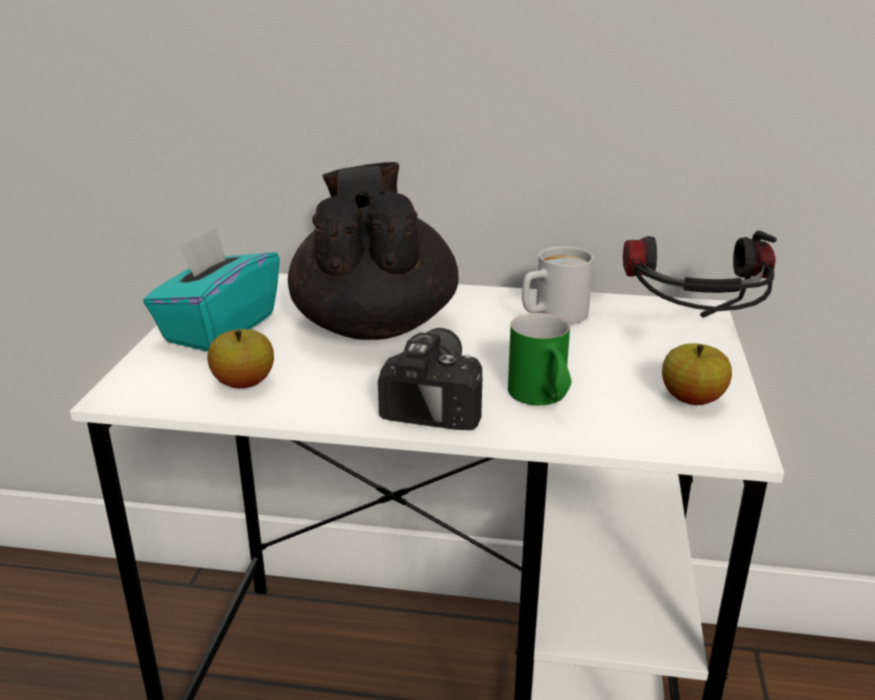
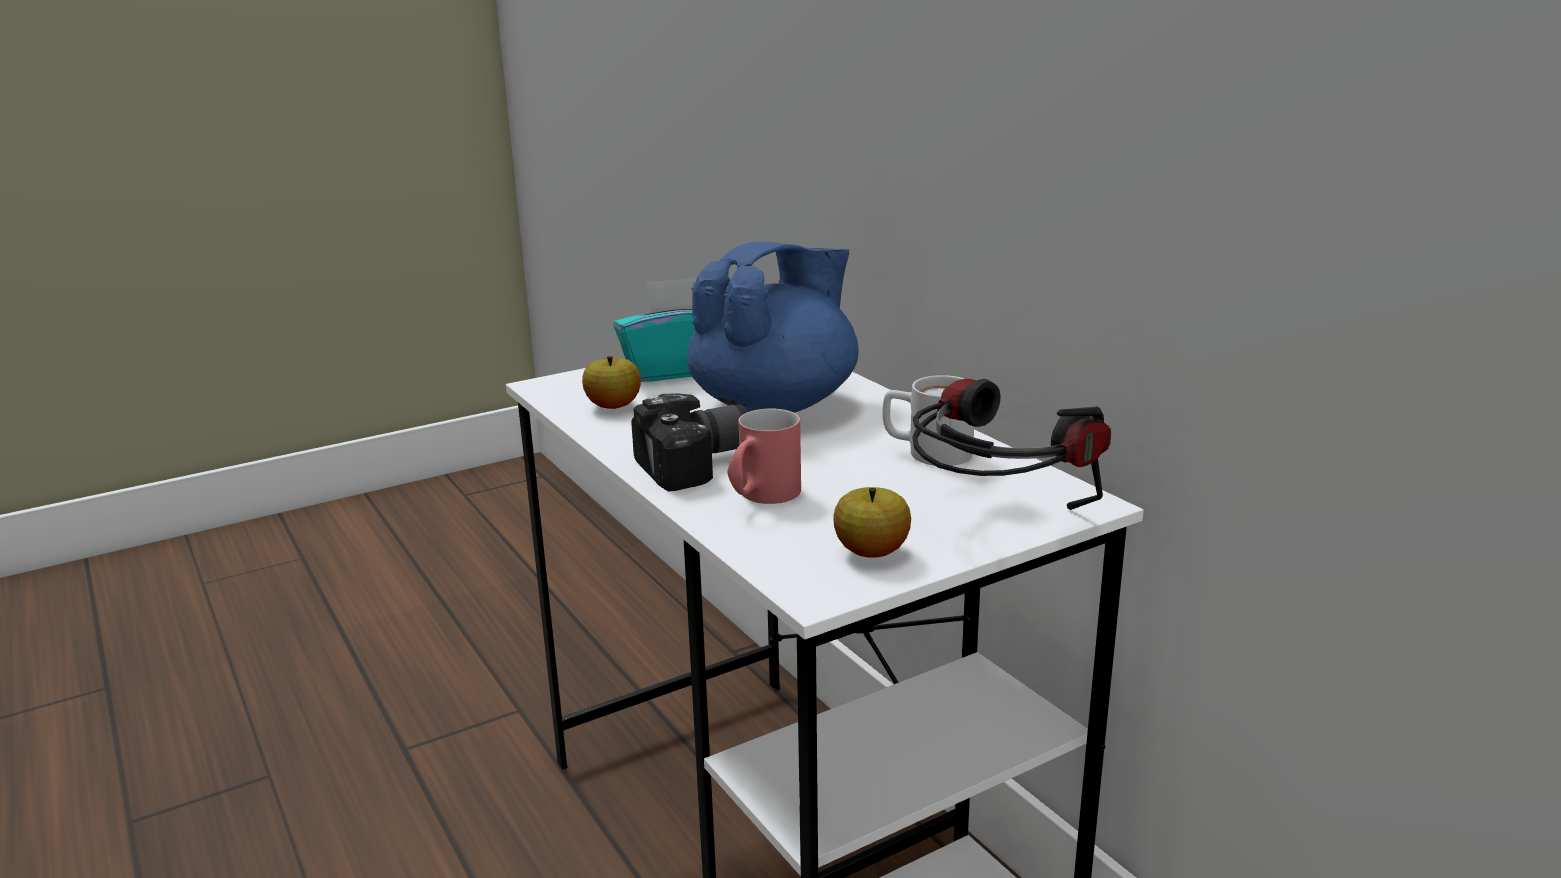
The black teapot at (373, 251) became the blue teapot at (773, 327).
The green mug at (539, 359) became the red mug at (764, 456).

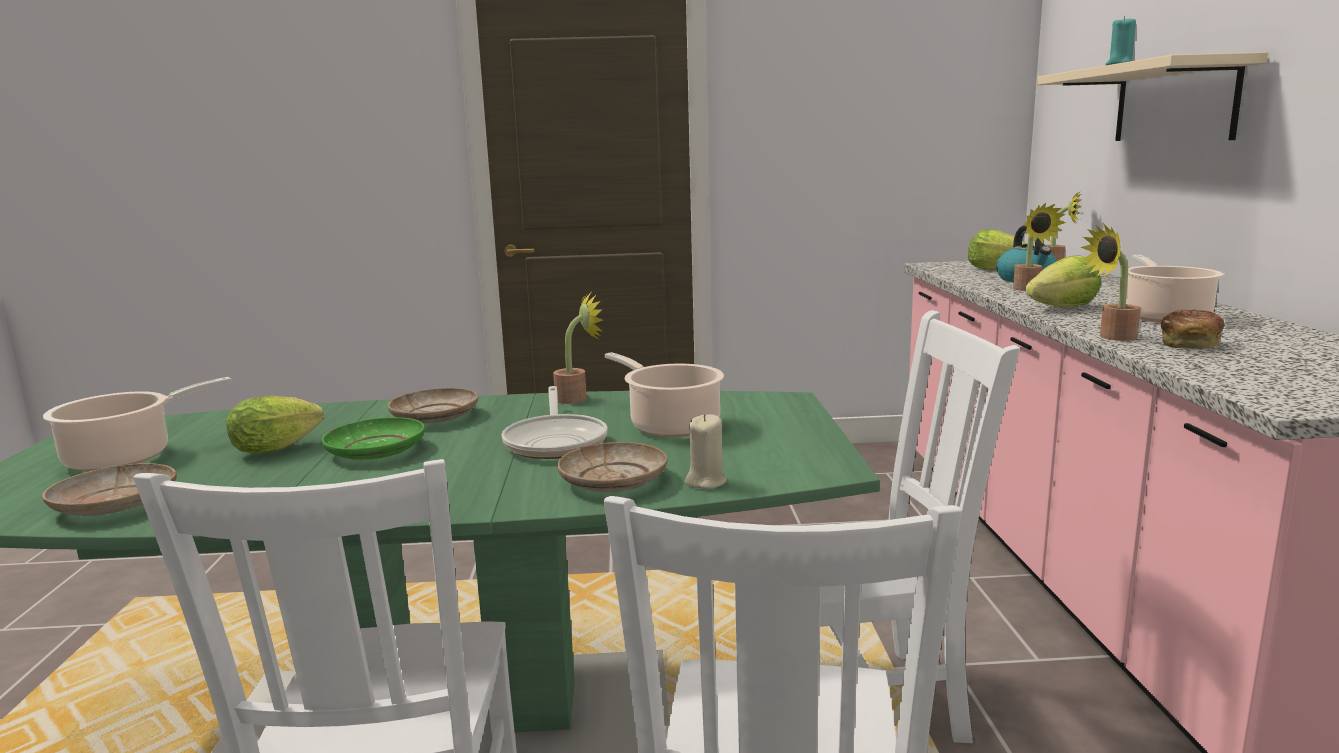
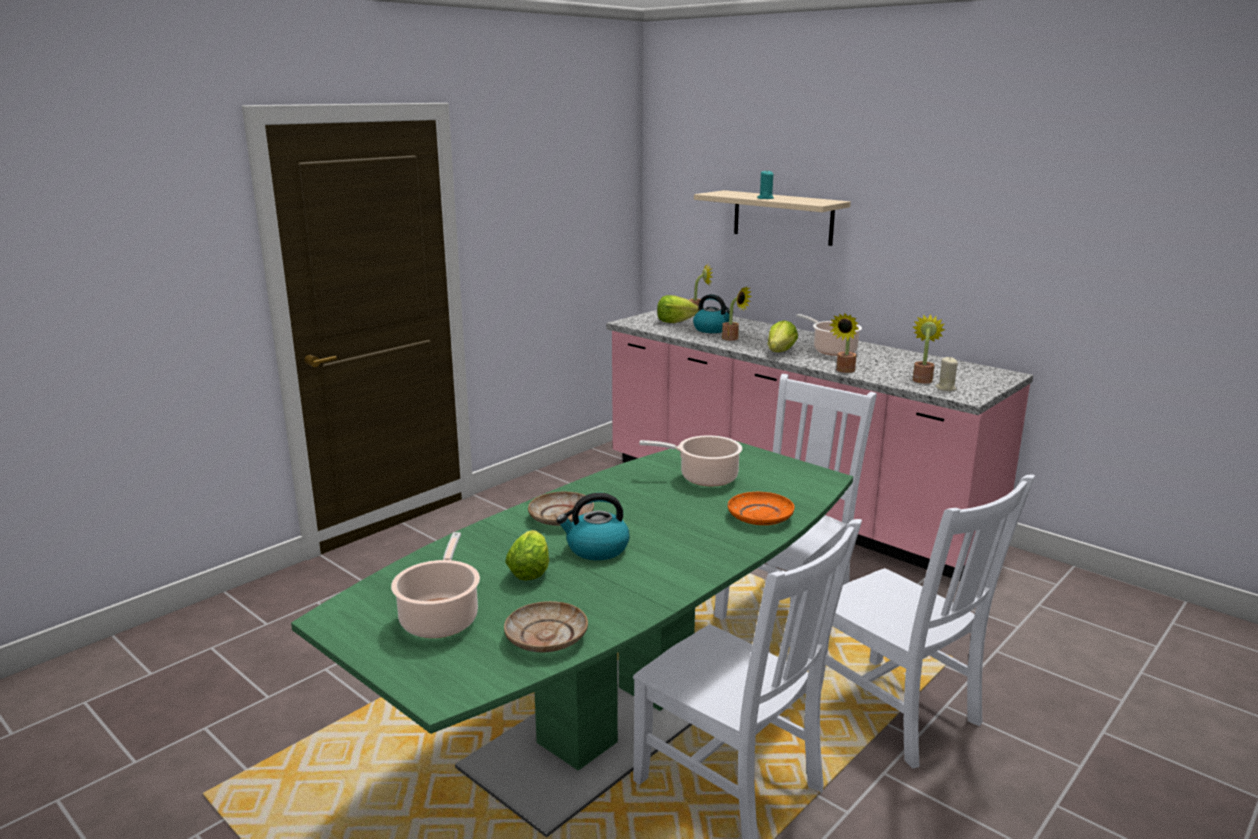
The green plate at (373, 438) was replaced by the kettle at (593, 526).
The beige plate at (612, 467) became the orange plate at (761, 508).
The potted plant moved from (578, 348) to (929, 348).
The beige candle moved from (706, 451) to (946, 374).
The frying pan at (554, 422) disappeared.
The bread at (1193, 329) disappeared.

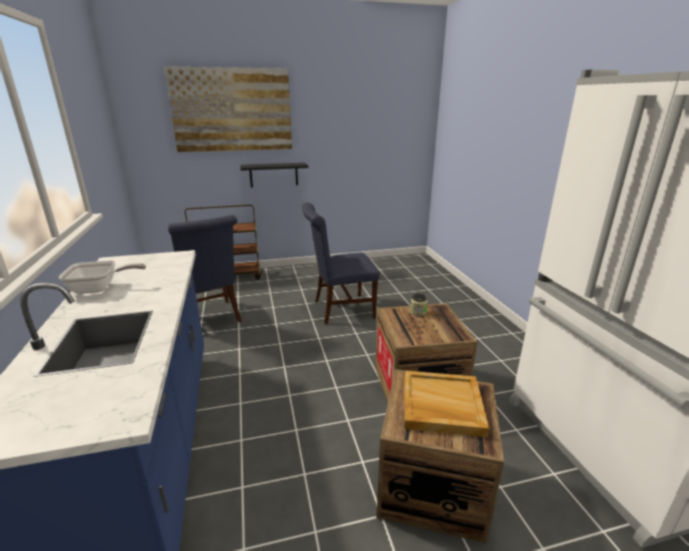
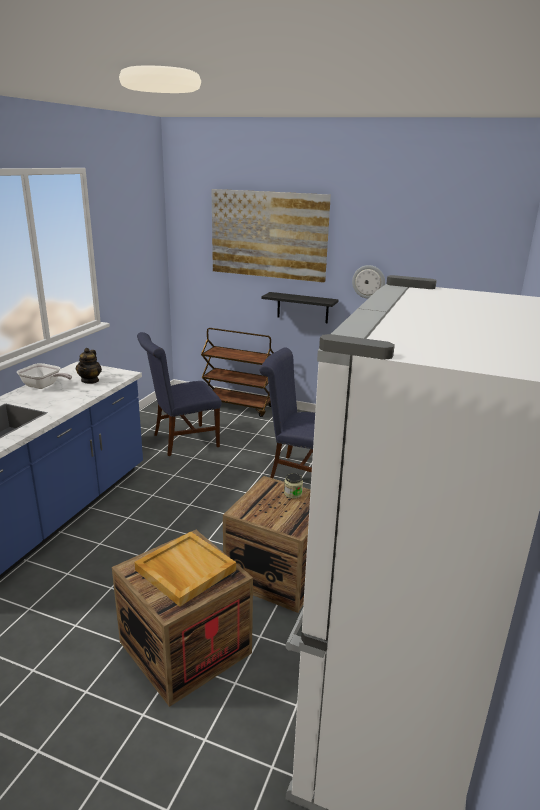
The teapot at (89, 366) appeared.
The blue chair at (205, 268) turned 60 degrees clockwise.
The wall clock at (368, 282) appeared.

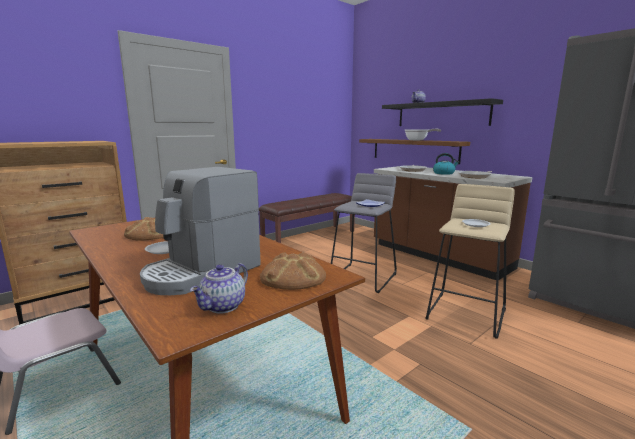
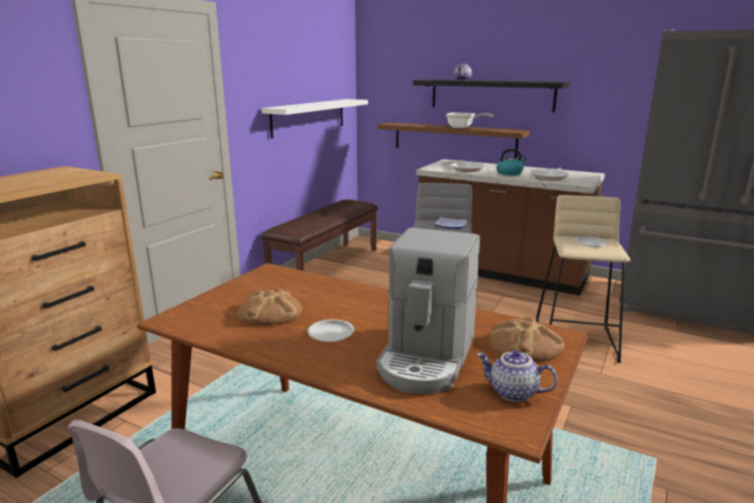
The white shelf at (314, 118) appeared.
The teapot at (219, 288) turned 105 degrees clockwise.

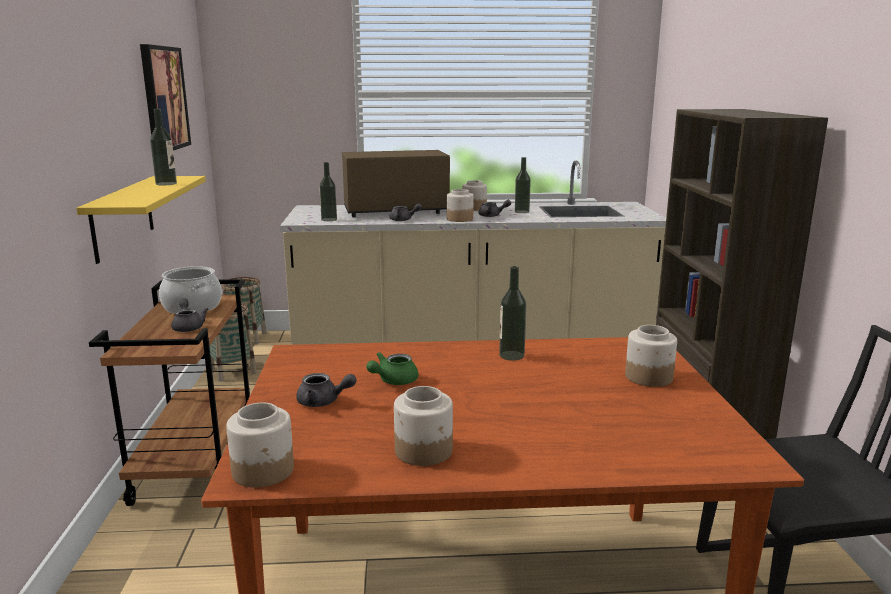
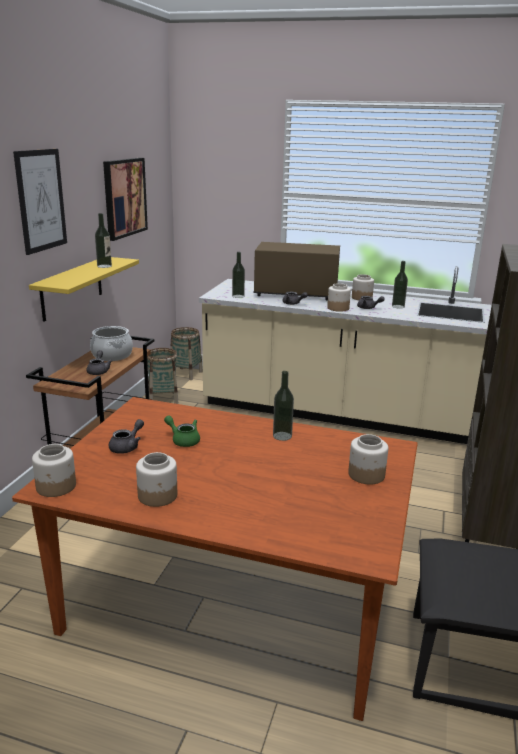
The picture at (40, 202) appeared.
The grey teapot at (326, 390) turned 90 degrees counterclockwise.
The green teapot at (392, 368) turned 60 degrees clockwise.

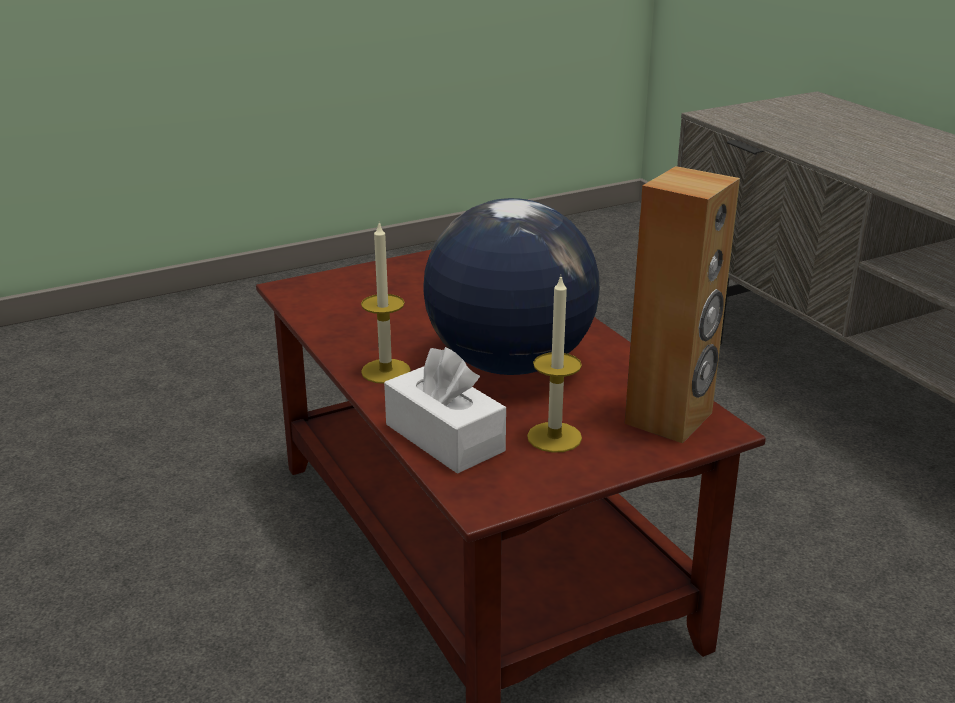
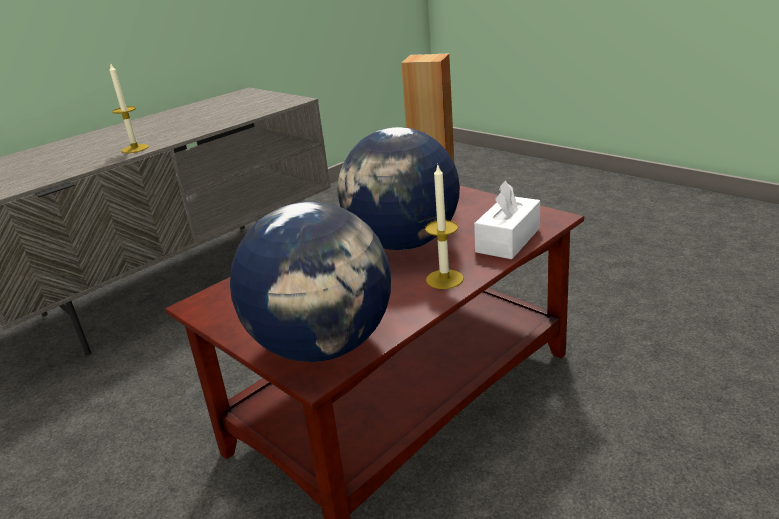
The candle moved from (554, 365) to (129, 108).
The globe at (310, 281) appeared.

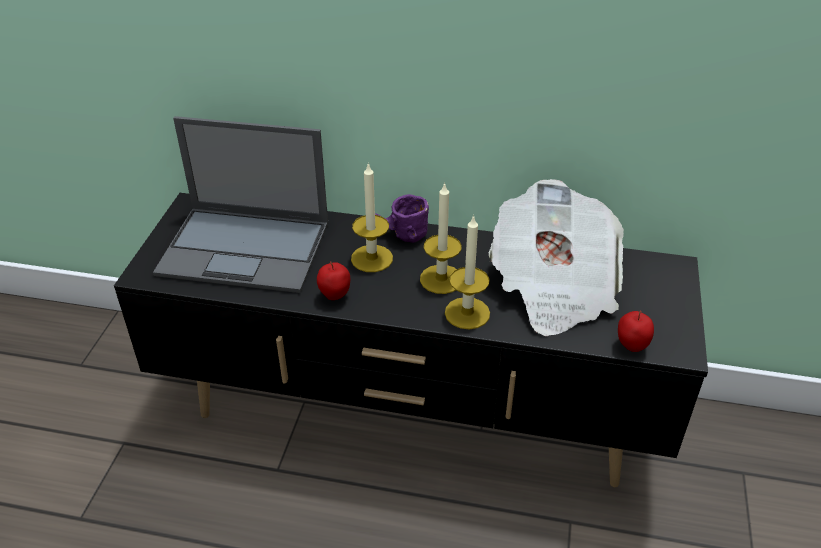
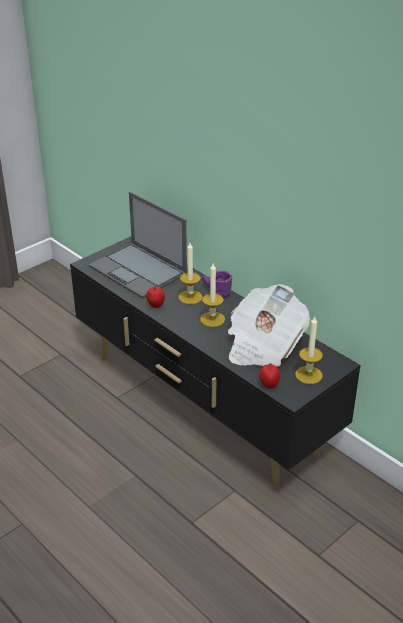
The candle moved from (467, 272) to (309, 350).

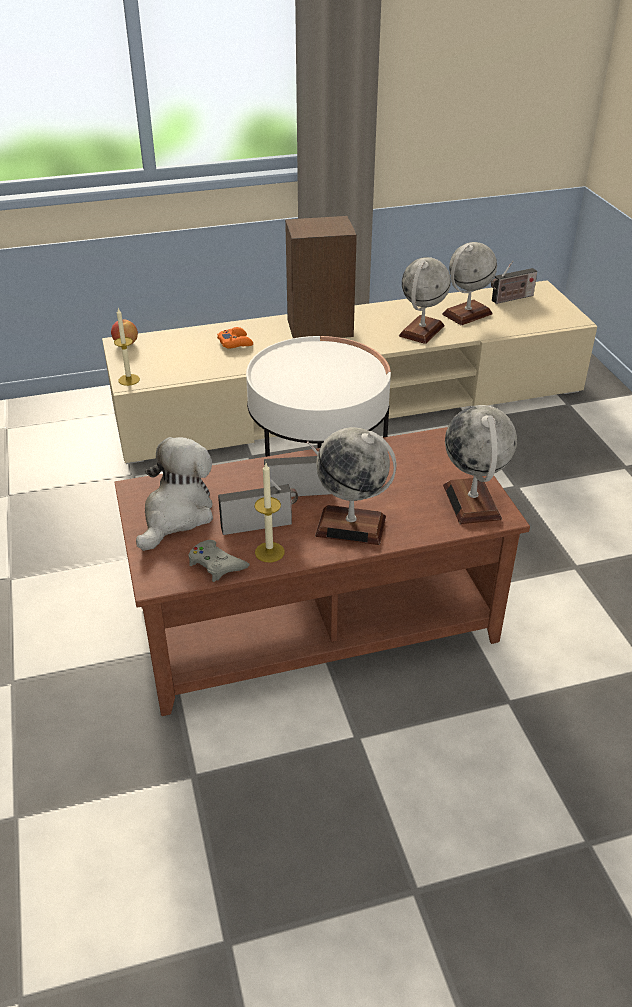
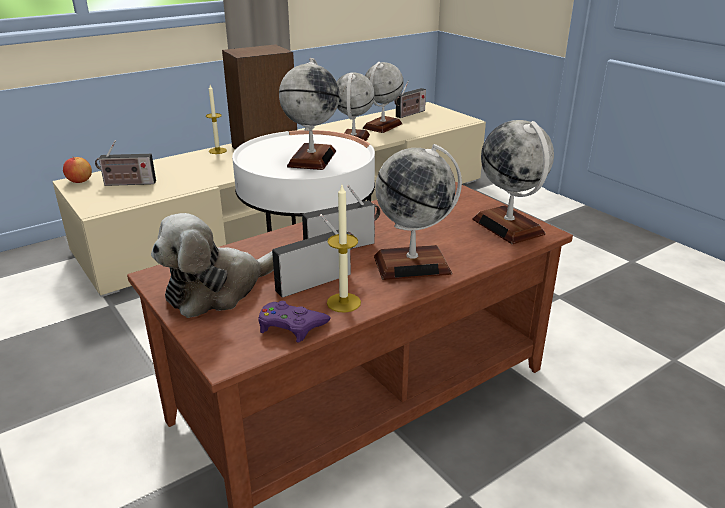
The radio at (125, 163) appeared.
The plush toy at (174, 494) turned 135 degrees counterclockwise.
The candle moved from (127, 347) to (216, 119).
The grey game controller at (219, 561) became the purple game controller at (294, 322).
The globe at (309, 114) appeared.
The orange game controller at (235, 338) disappeared.

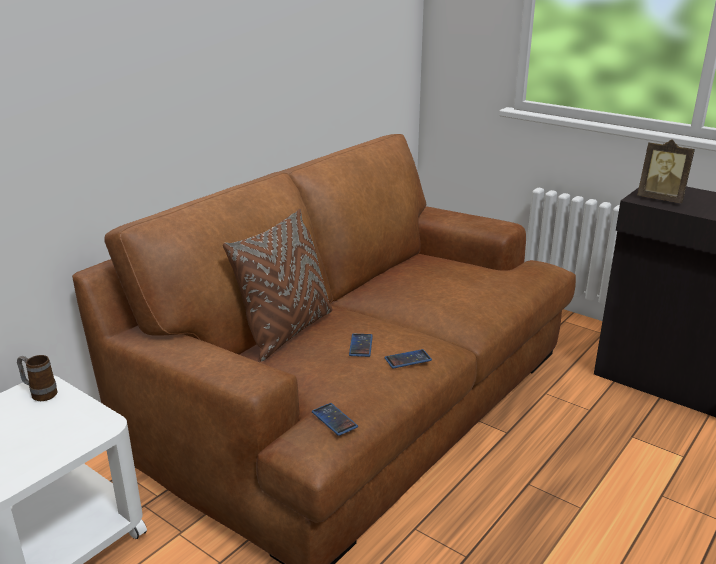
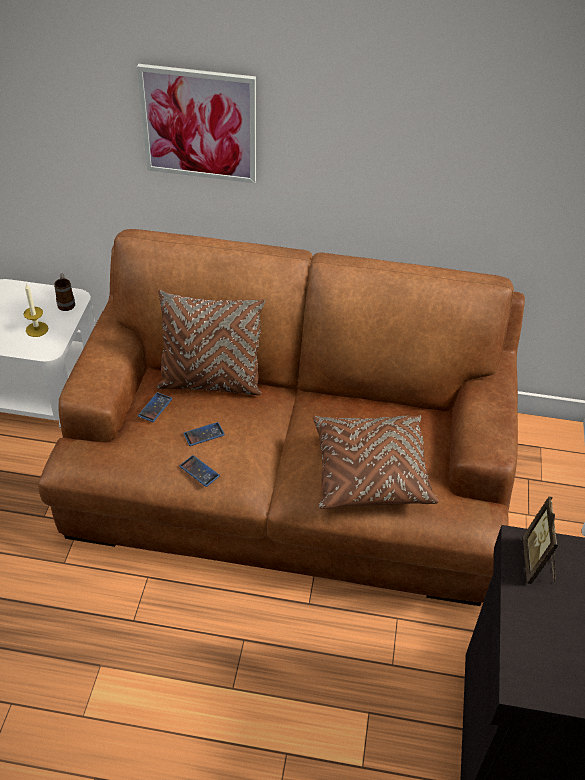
The candle at (35, 310) appeared.
The picture at (196, 123) appeared.
The phone moved from (335, 419) to (155, 407).
The brown pillow at (376, 462) appeared.

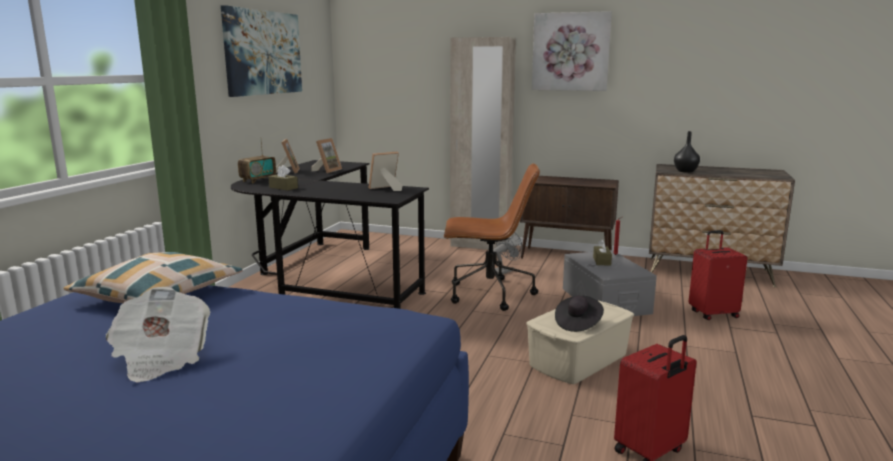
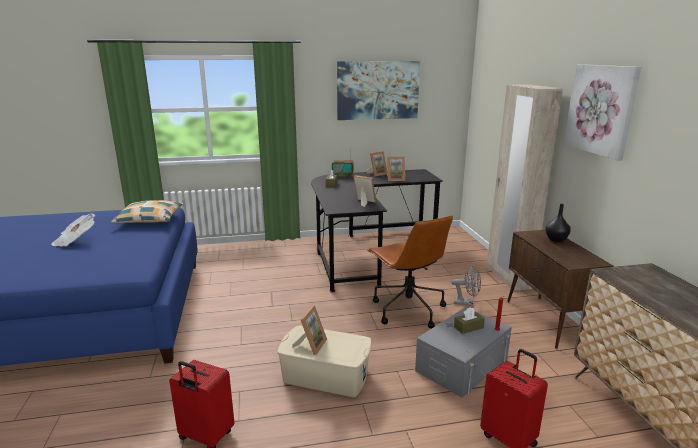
The black hat at (579, 314) was replaced by the picture frame at (309, 330).
The black vase moved from (687, 152) to (558, 223).

